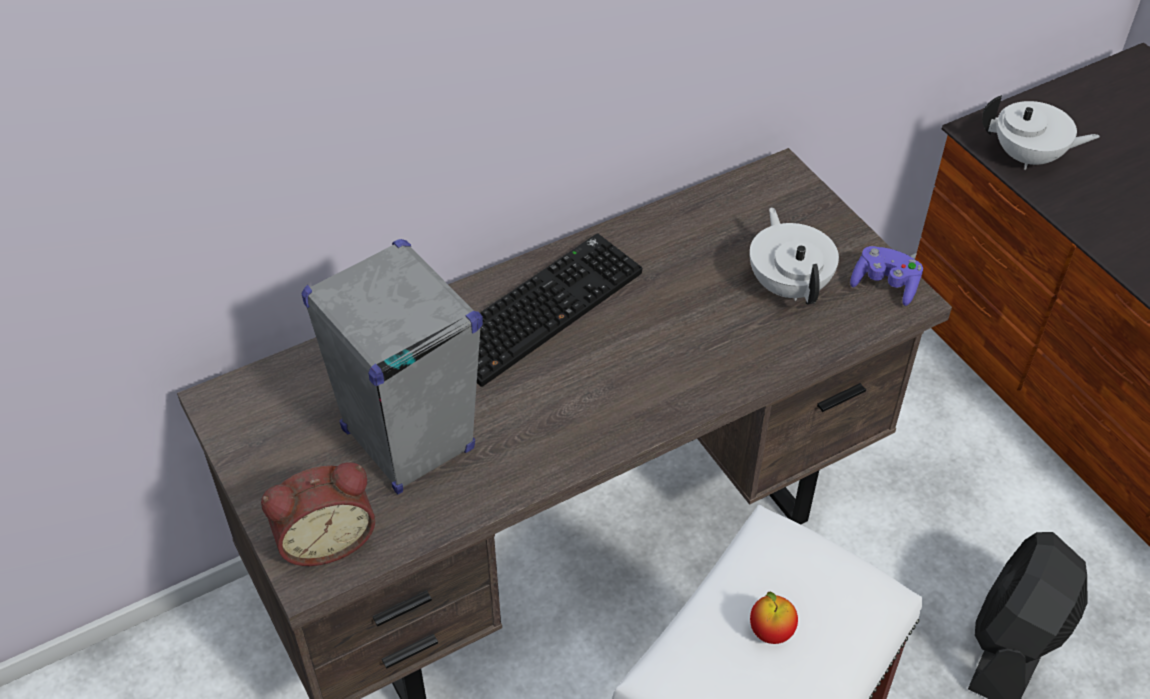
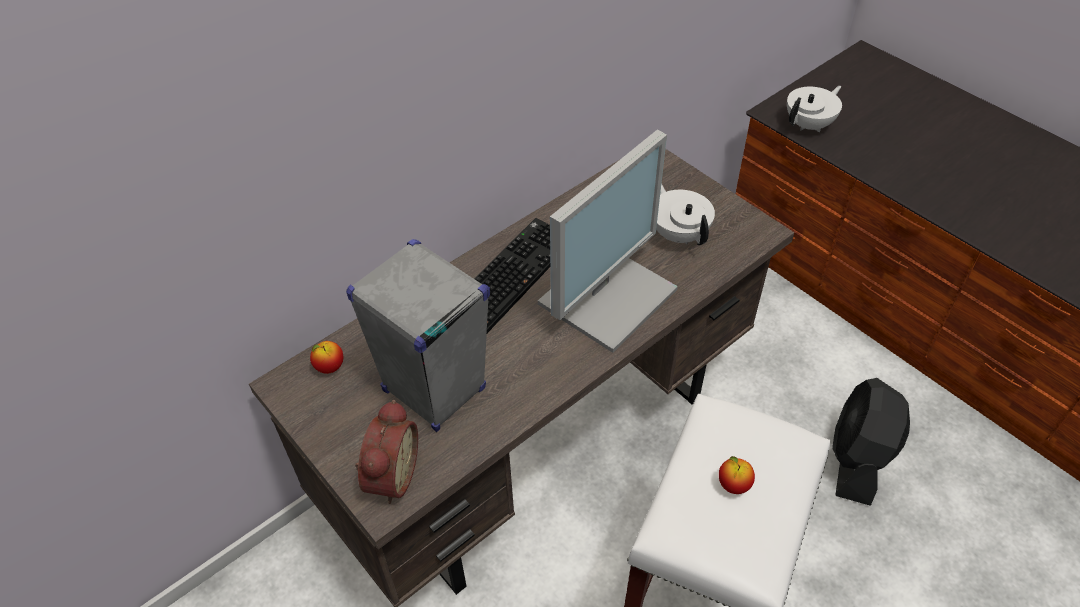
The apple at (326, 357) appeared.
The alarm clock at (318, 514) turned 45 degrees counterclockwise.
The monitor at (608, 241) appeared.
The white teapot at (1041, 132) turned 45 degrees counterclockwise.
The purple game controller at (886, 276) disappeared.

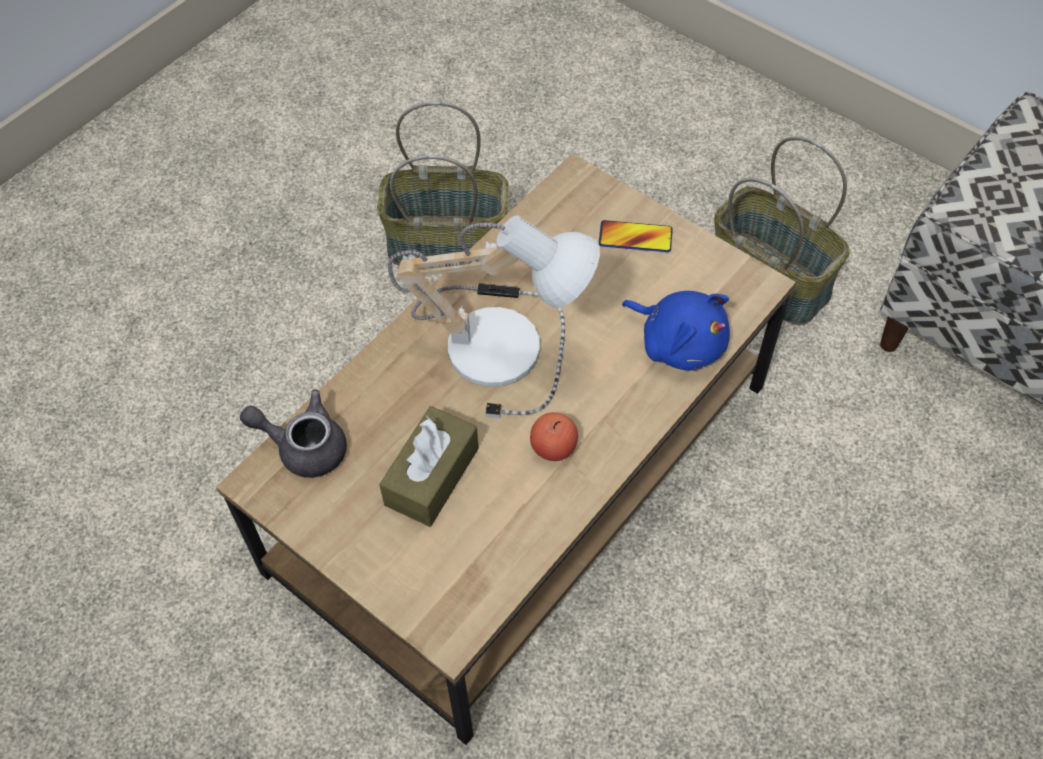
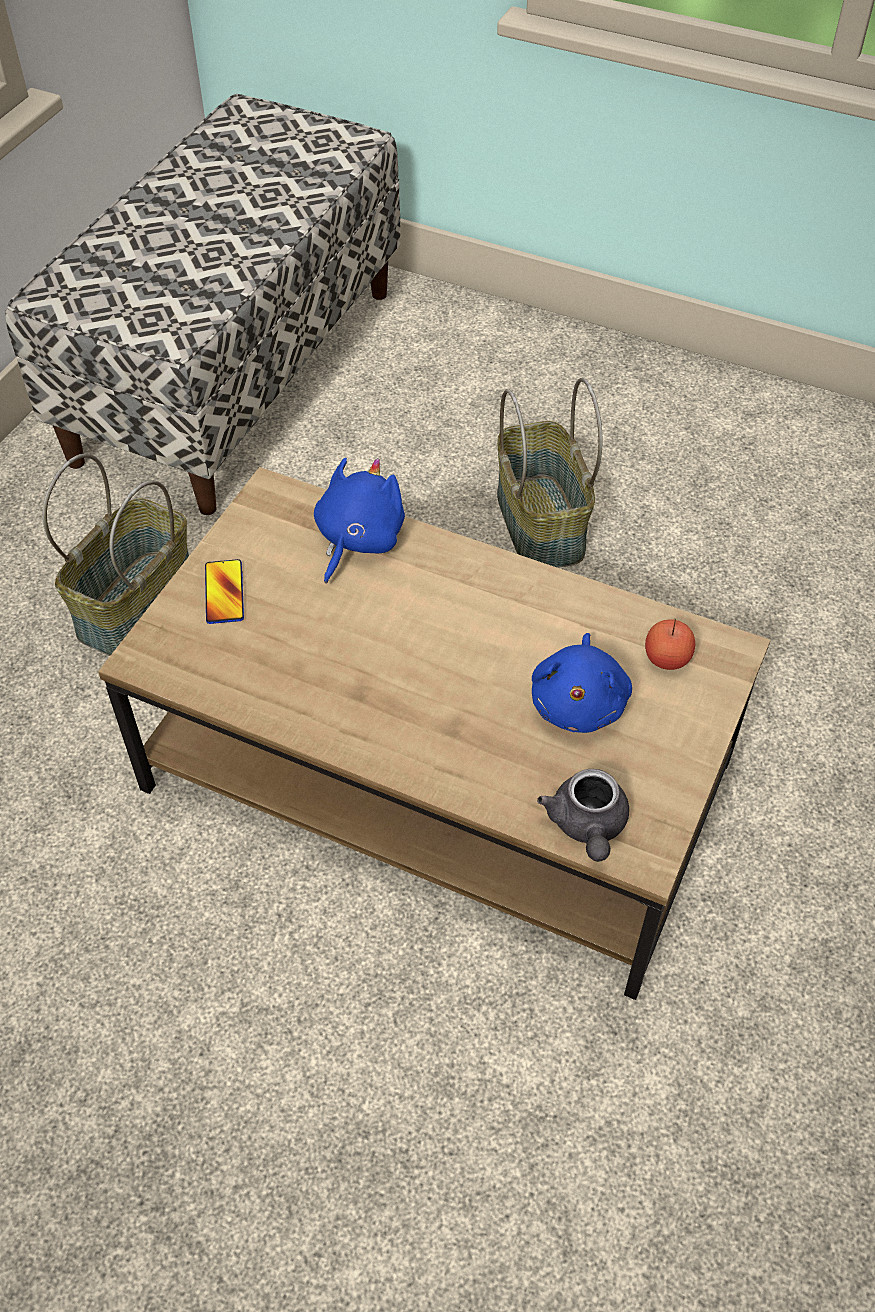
The basket moved from (443, 183) to (549, 473).
The brown tissue box at (429, 466) was replaced by the blue plush toy at (582, 683).
The apple moved from (554, 436) to (670, 644).
The table lamp at (494, 316) disappeared.

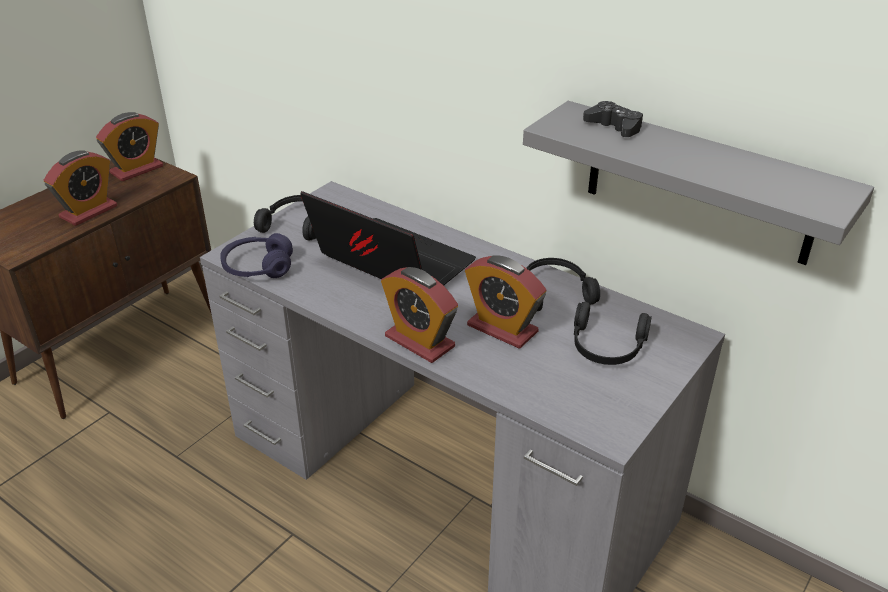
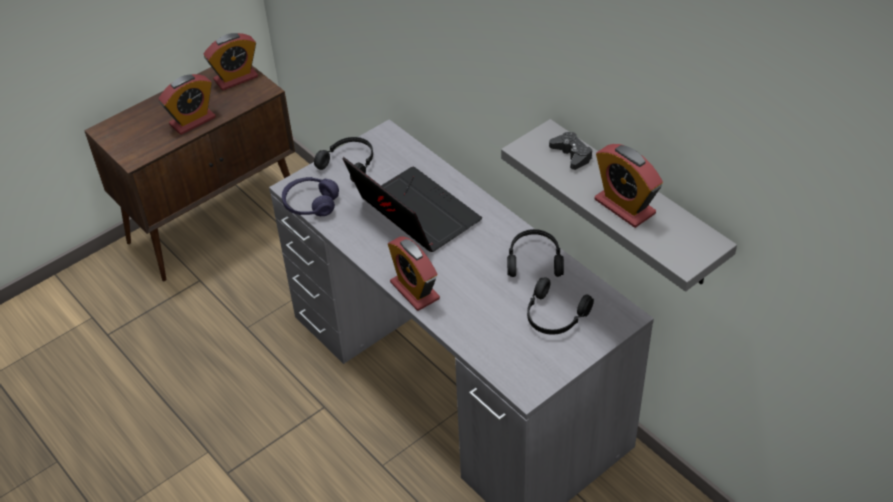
The alarm clock moved from (505, 302) to (629, 186).

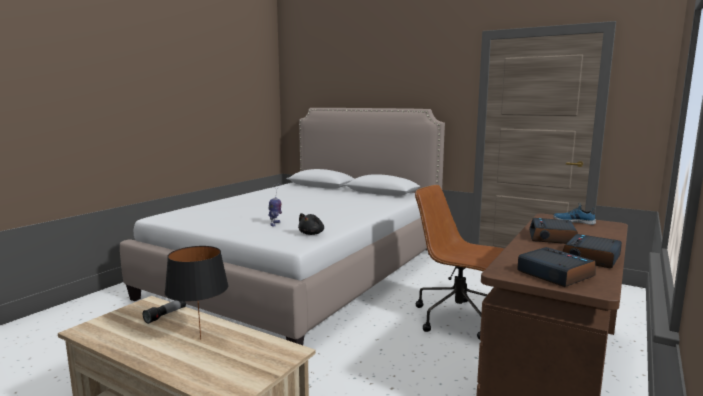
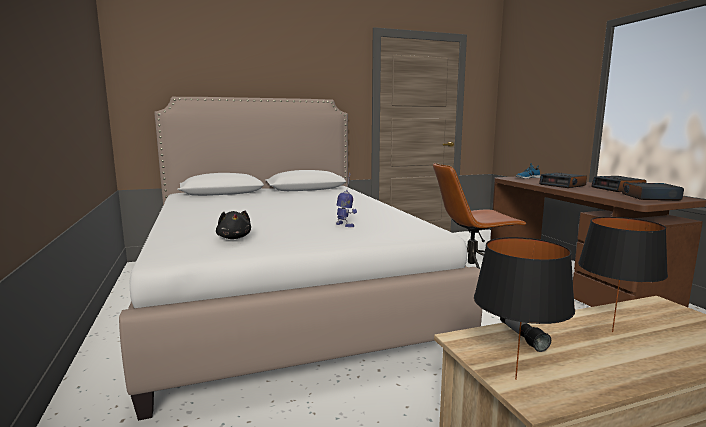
The black plush toy moved from (311, 224) to (233, 224).
The black table lamp at (524, 308) appeared.

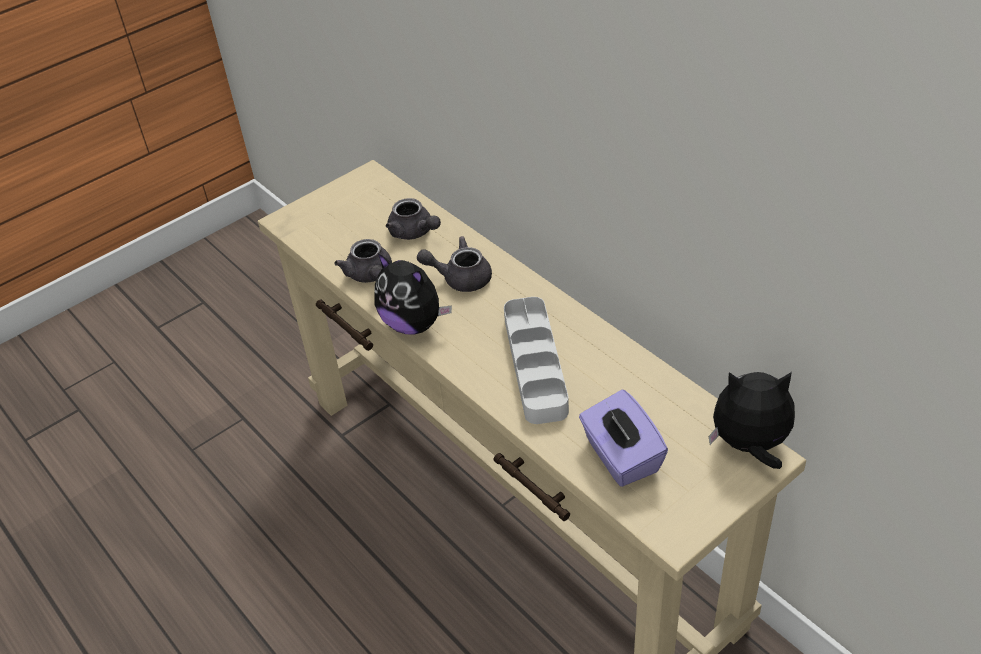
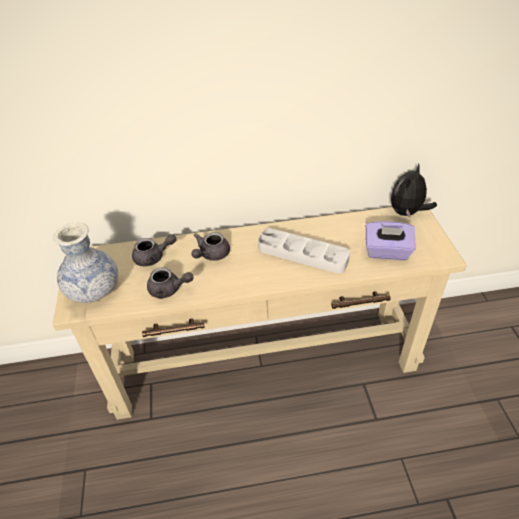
The vase at (85, 262) appeared.
The plush toy at (413, 294) disappeared.

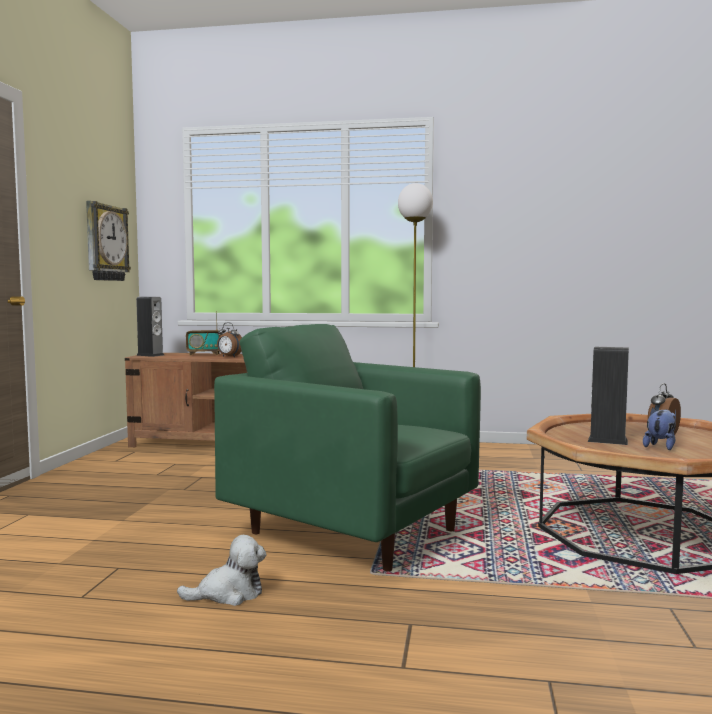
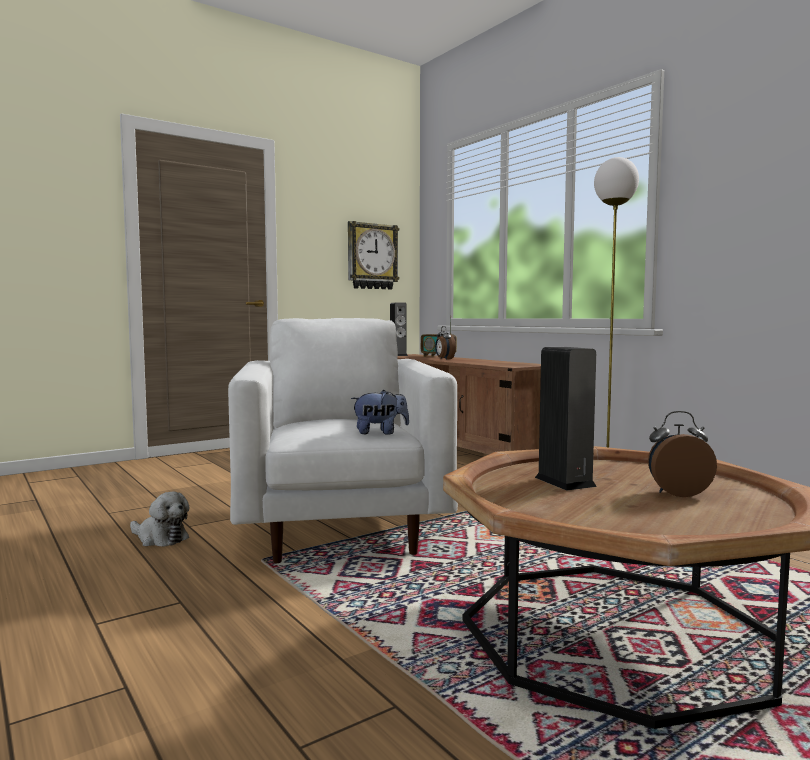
The green armchair at (347, 447) became the white armchair at (343, 440).
The plush toy moved from (659, 428) to (380, 412).

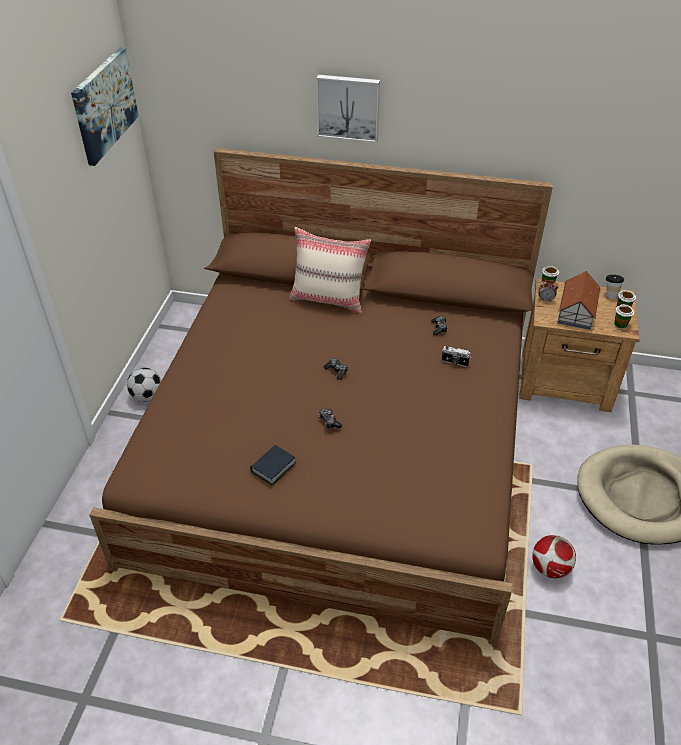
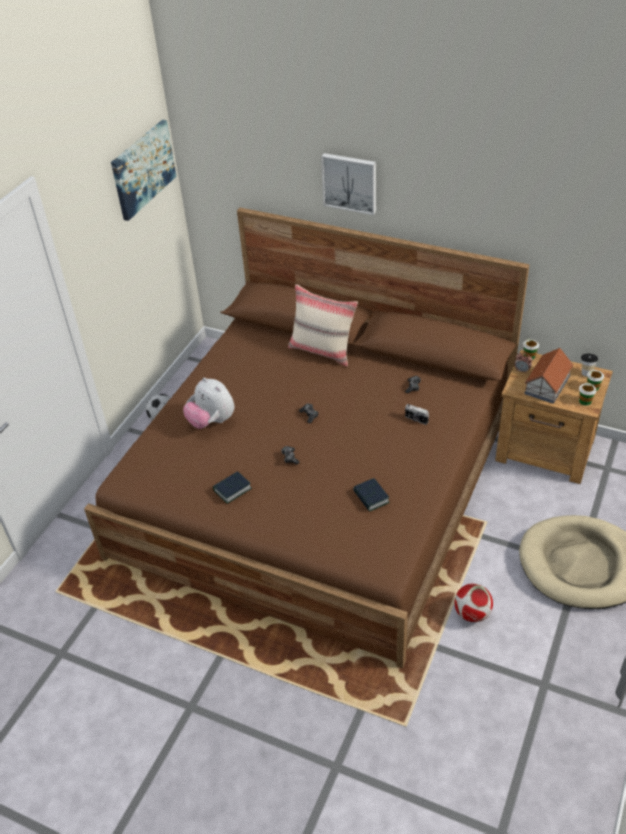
The plush toy at (208, 403) appeared.
The book at (371, 495) appeared.

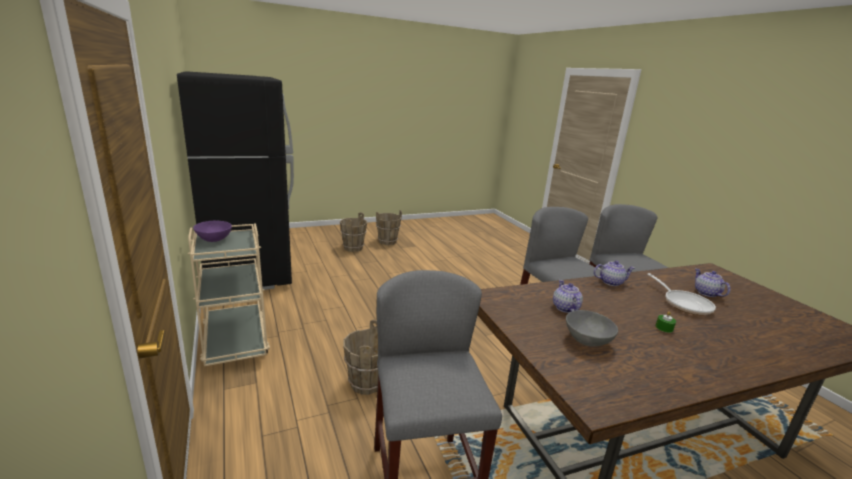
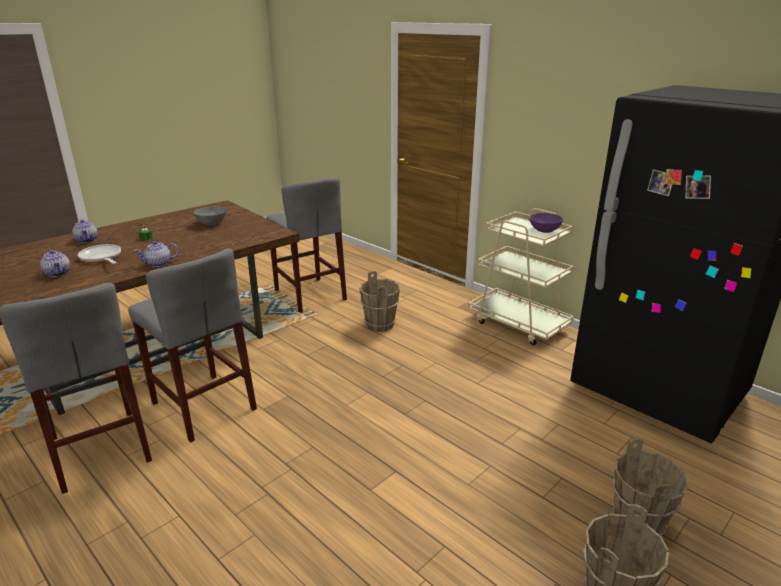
The teapot moved from (568, 296) to (85, 231).

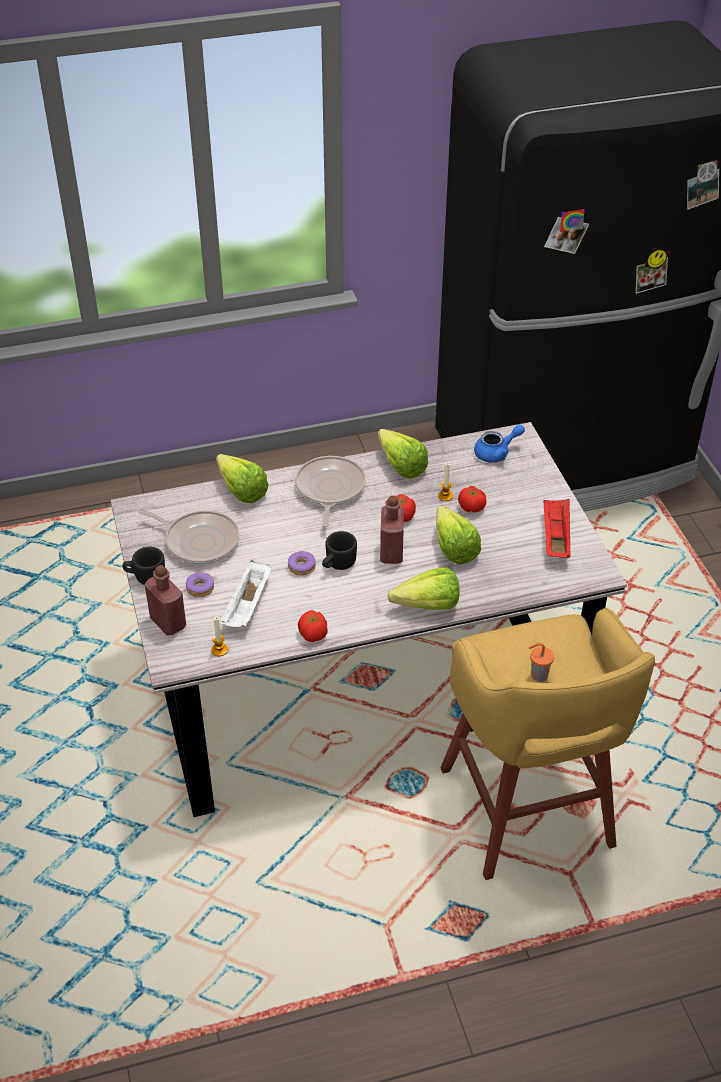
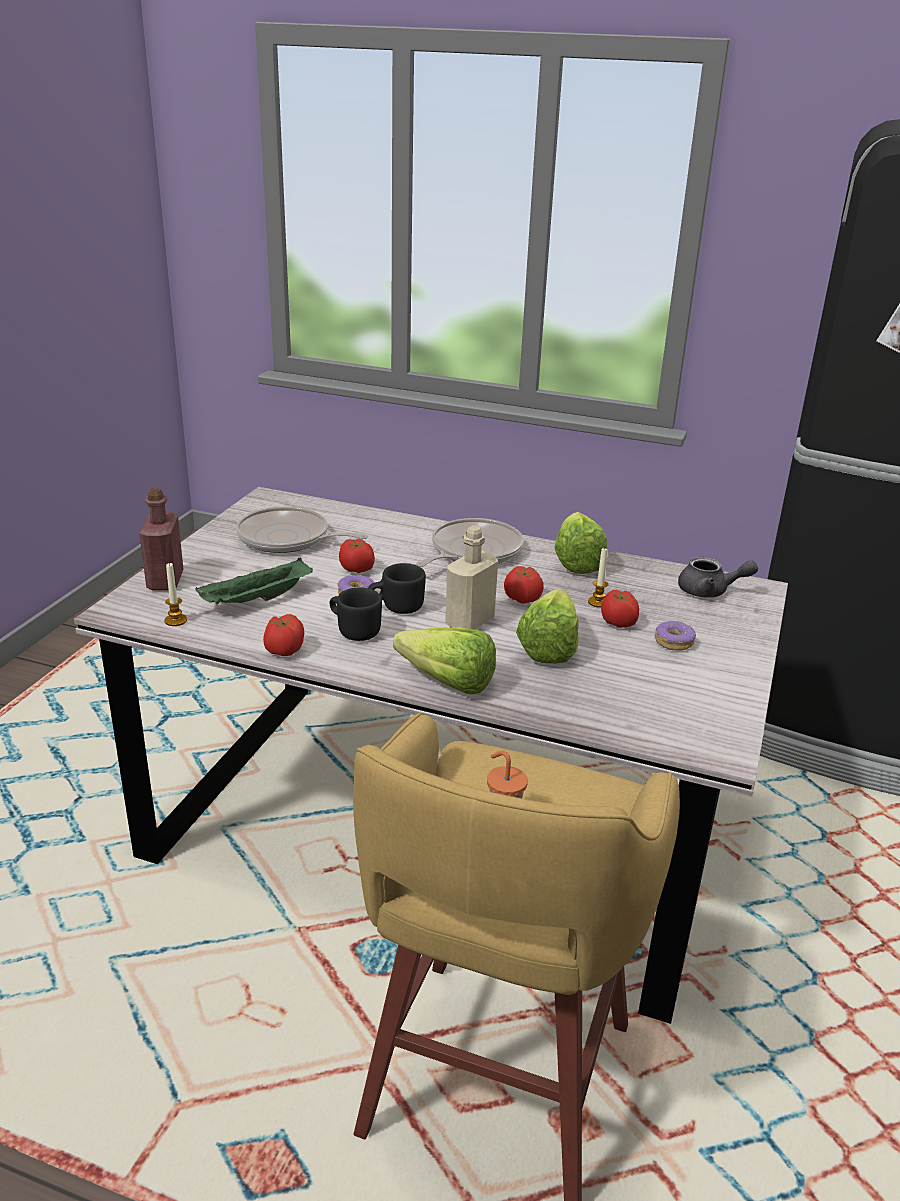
The white tray at (246, 593) became the green tray at (254, 581).
The frying pan at (189, 537) turned 135 degrees clockwise.
The black mug moved from (144, 566) to (356, 614).
The tomato at (357, 556) appeared.
The red bottle at (392, 530) became the beige bottle at (471, 578).
The donut moved from (200, 584) to (675, 636).
The blue teapot at (499, 443) became the grey teapot at (718, 577).
The lettuce at (242, 478) disappeared.
The red tray at (557, 528) disappeared.

